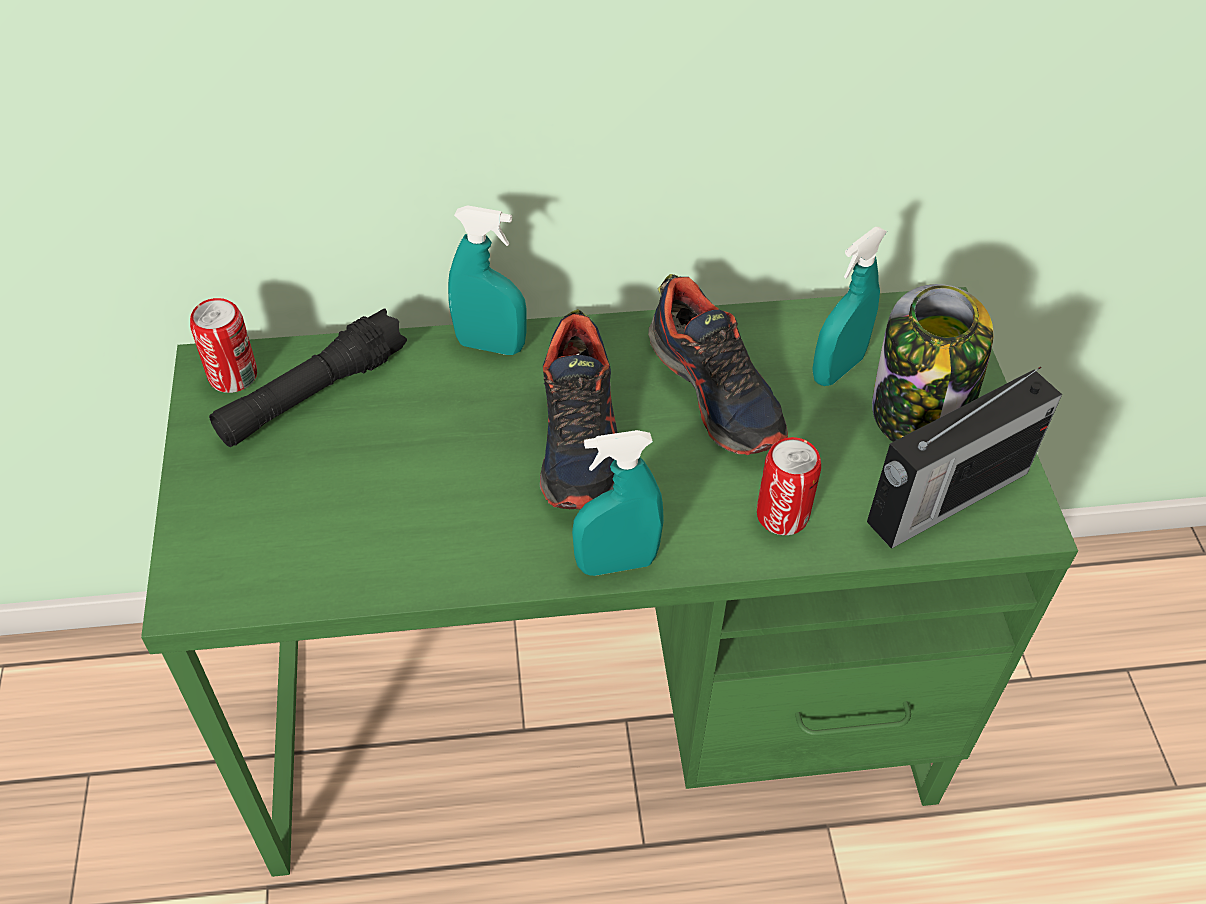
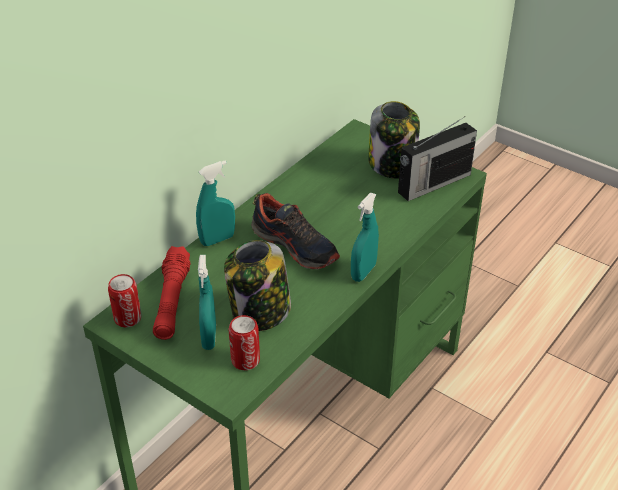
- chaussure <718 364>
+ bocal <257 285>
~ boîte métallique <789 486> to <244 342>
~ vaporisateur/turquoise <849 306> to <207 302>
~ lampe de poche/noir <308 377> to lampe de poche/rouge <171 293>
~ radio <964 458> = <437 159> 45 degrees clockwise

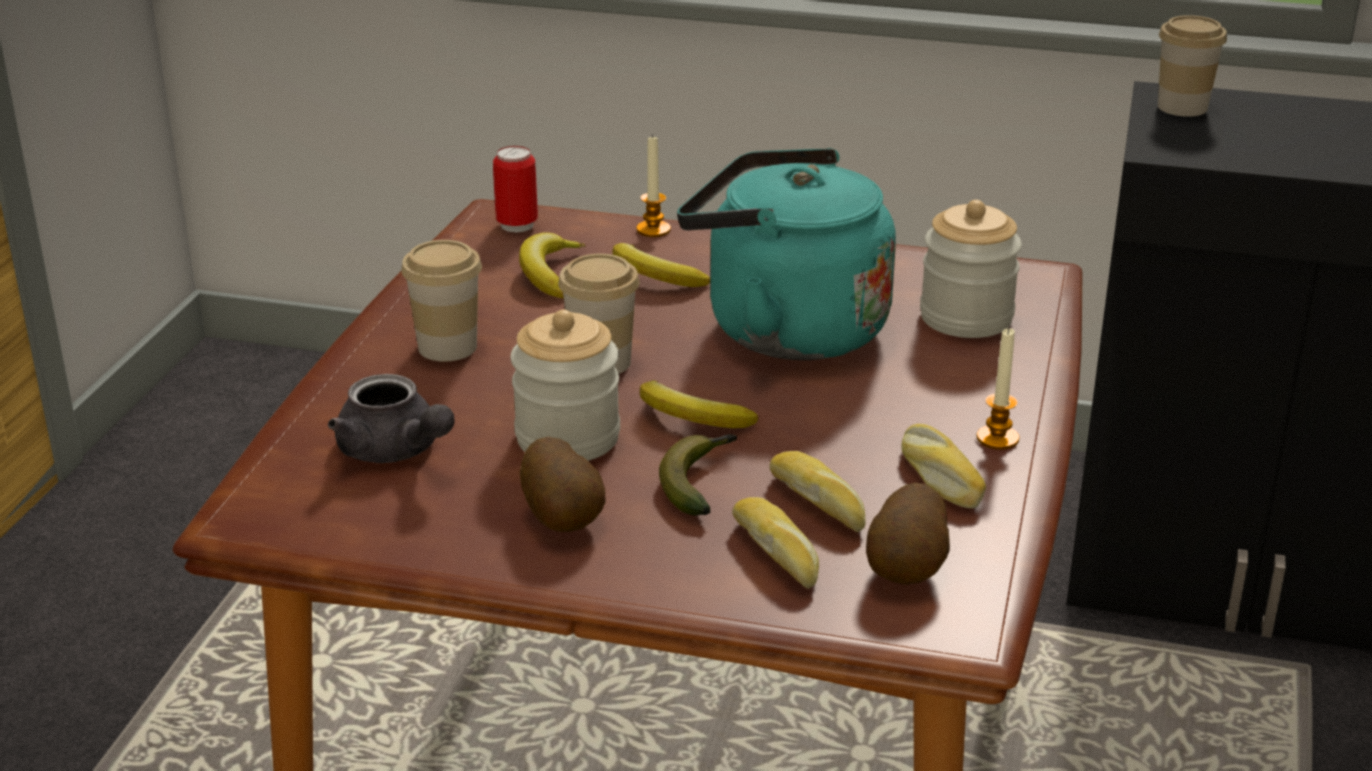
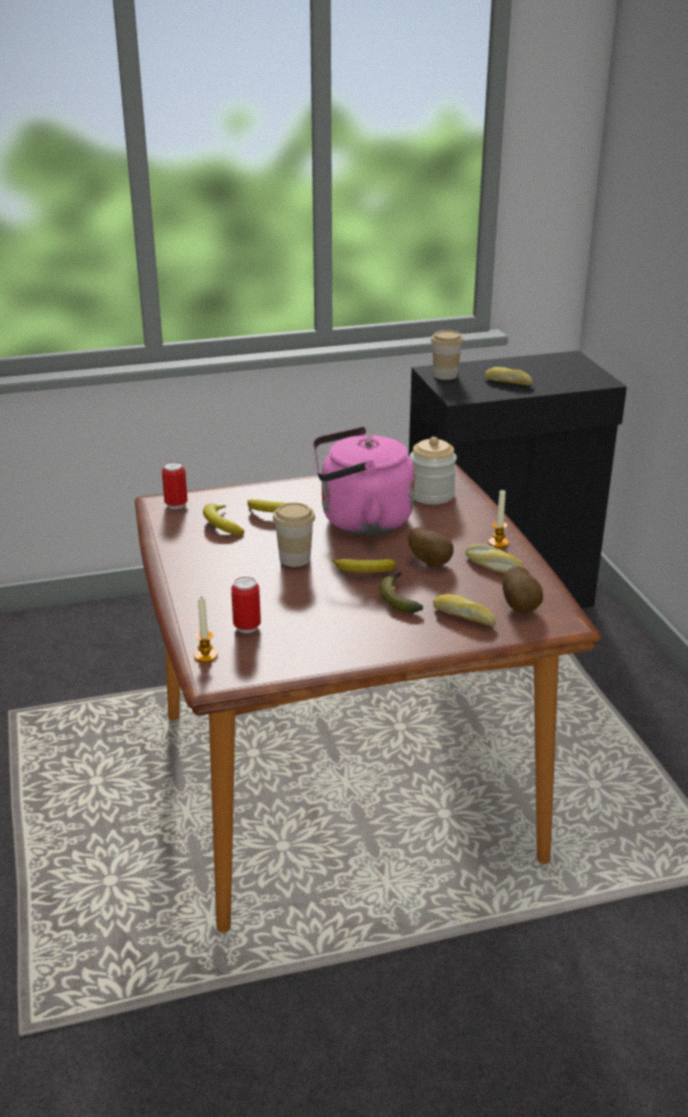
- tasse <441 301>
- bocal <565 385>
~ pomme de terre <562 484> to <431 546>
~ bougie <653 185> to <206 630>
~ pain <817 491> to <508 376>
~ théière/gris <391 418> to boîte métallique <246 605>
~ bouilloire/turquoise <786 254> to bouilloire/rose <364 481>

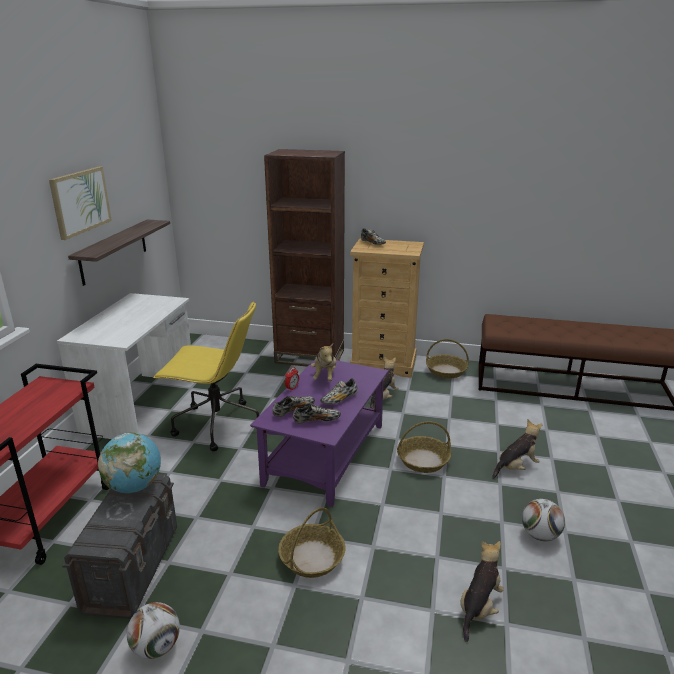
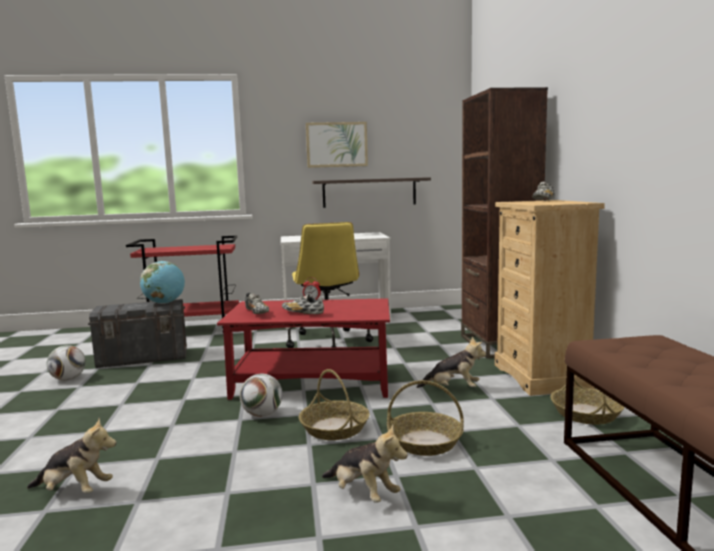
- chaussure <293 406>
- peluche <323 362>
~ panier <312 542> to <425 418>
~ ballon de foot <543 520> to <261 395>
~ table basse/violet <319 433> to table basse/rouge <303 349>

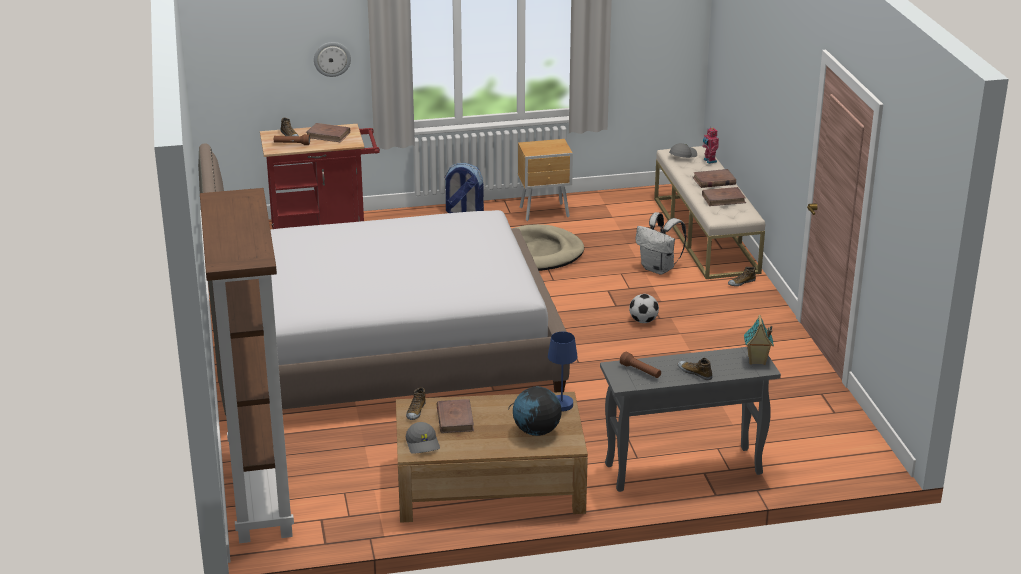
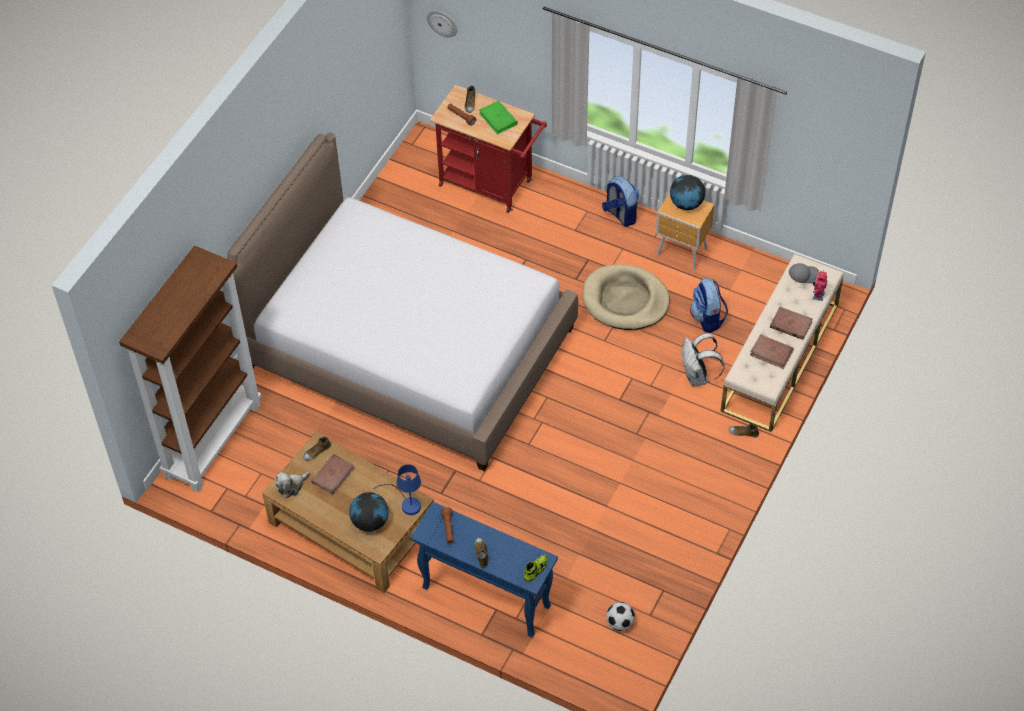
+ globe <687 192>
+ sac à dos <709 305>
~ horloge murale <332 59> to <442 23>
~ ballon de foot <644 308> to <620 616>
~ casquette/gris <423 438> to peluche <293 485>
~ maison miniature <759 340> to chaussure <535 568>
~ livre/marron <328 132> to livre/vert <498 117>
~ table console/gris <690 419> to table console/bleu <484 569>

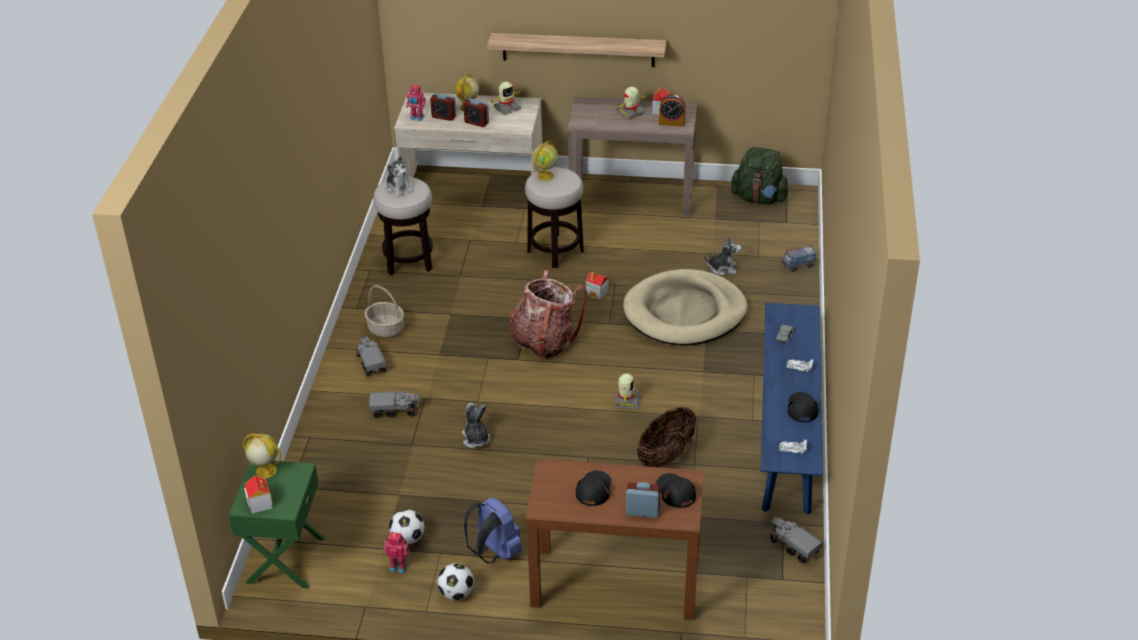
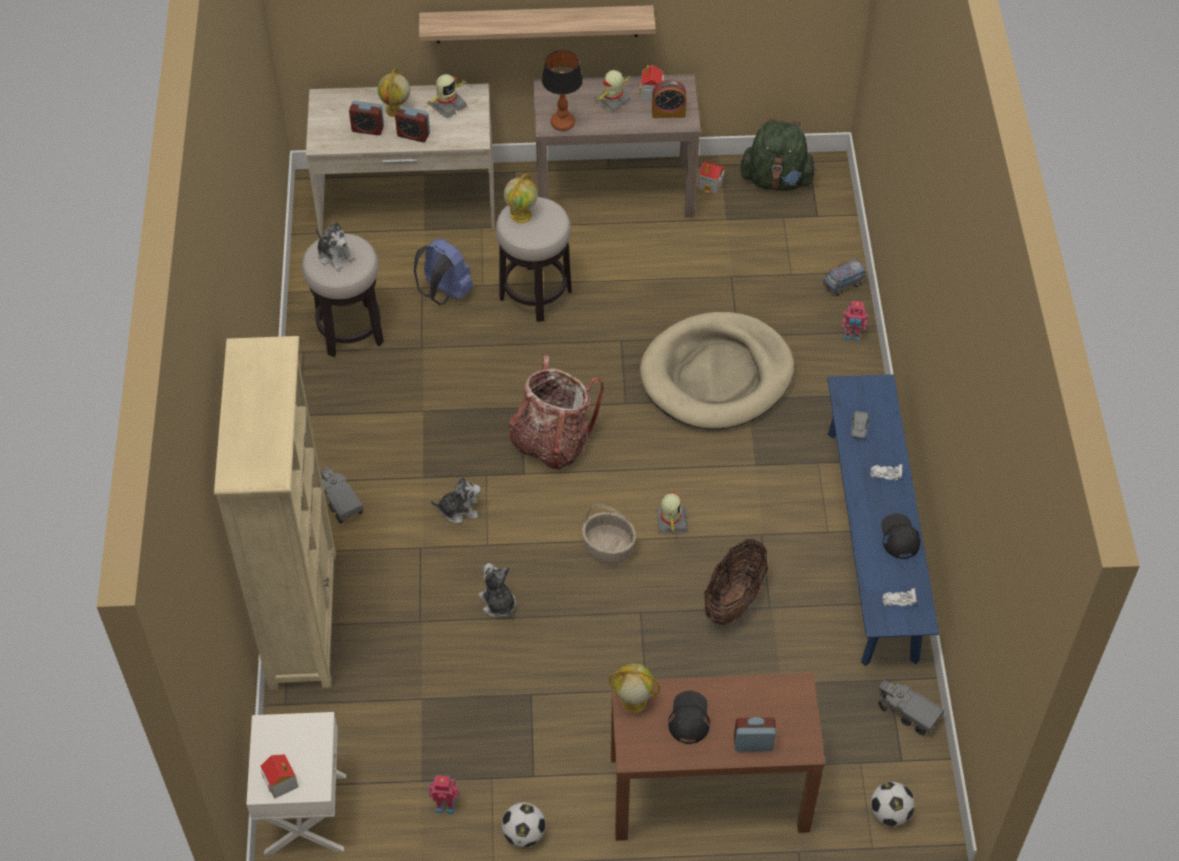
- camion jouet <395 404>
- casquette/noir <676 490>
+ bibliothèque/beige <275 513>
+ lampe de table <562 90>
~ globe <262 456> to <634 688>
~ panier <384 311> to <609 533>
~ ballon de foot <407 527> to <893 804>
~ robot jouet <416 103> to <855 321>
~ sac à dos/bleu <493 530> to <443 272>
~ maison miniature <597 286> to <711 178>
~ peluche <722 256> to <455 500>
~ table de chevet/vert <277 524> to table de chevet/blanc <296 783>

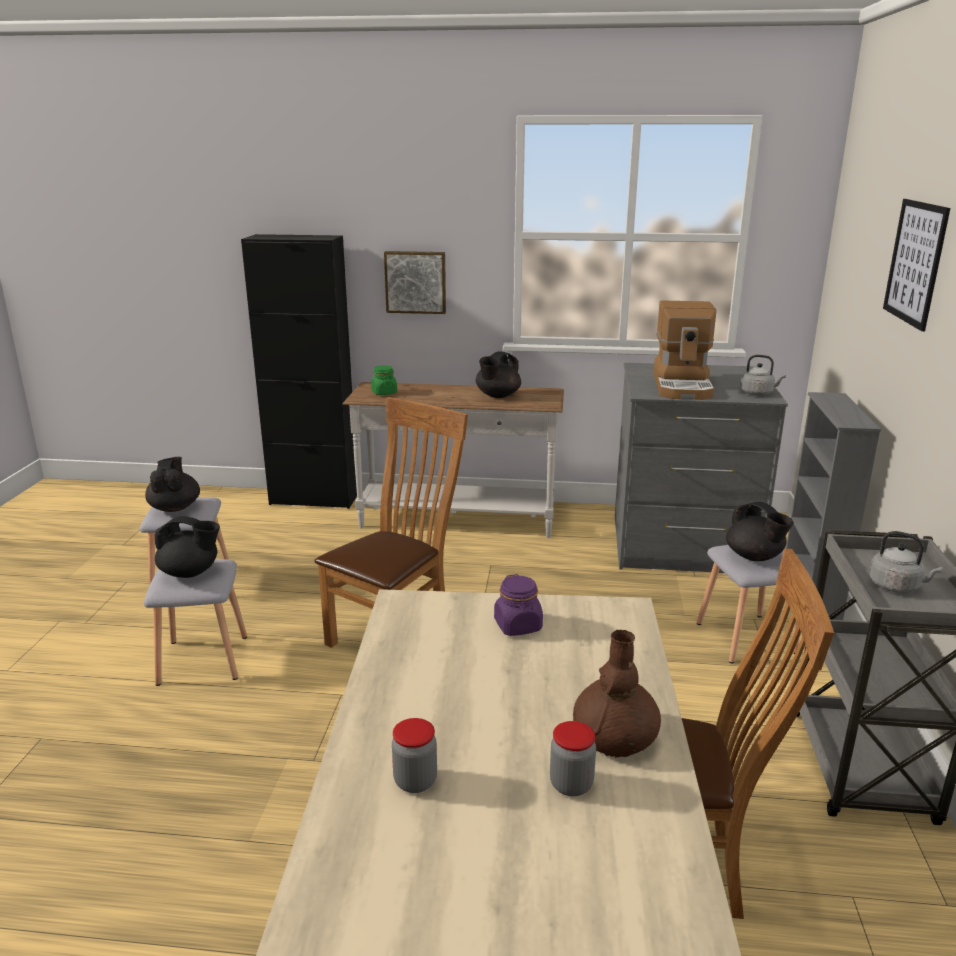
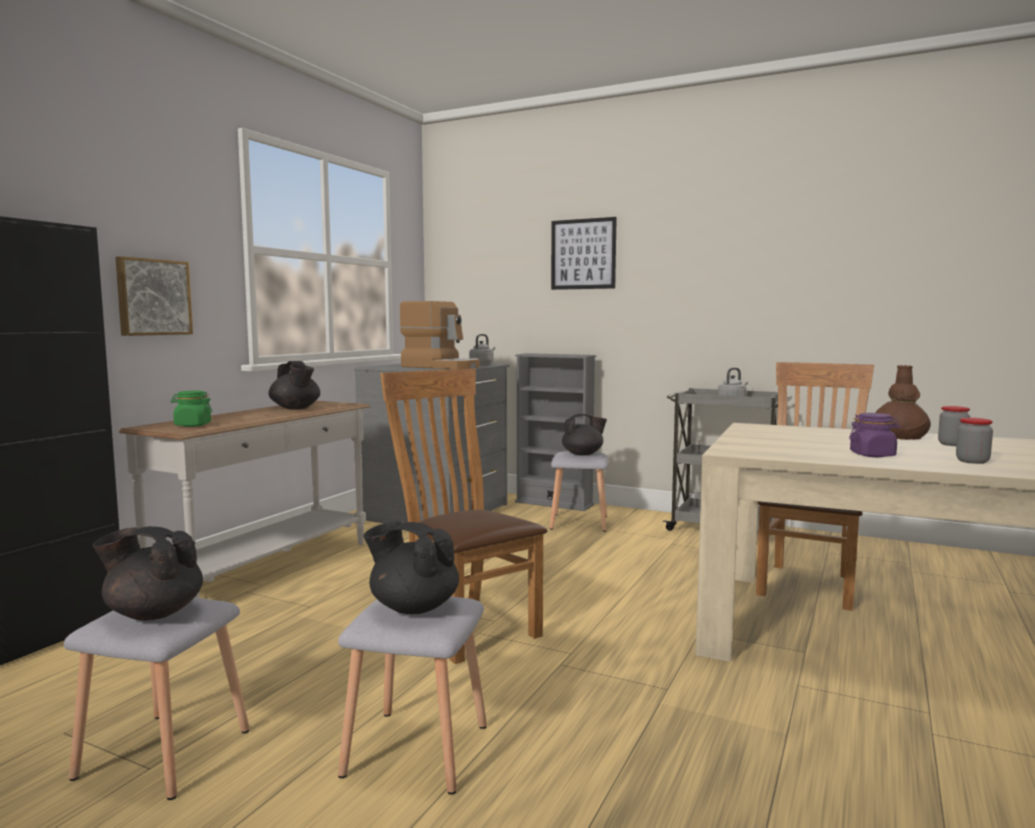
~ bocal/violet <518 605> to <874 435>
~ théière/noir <187 547> = <411 567> 90 degrees counterclockwise

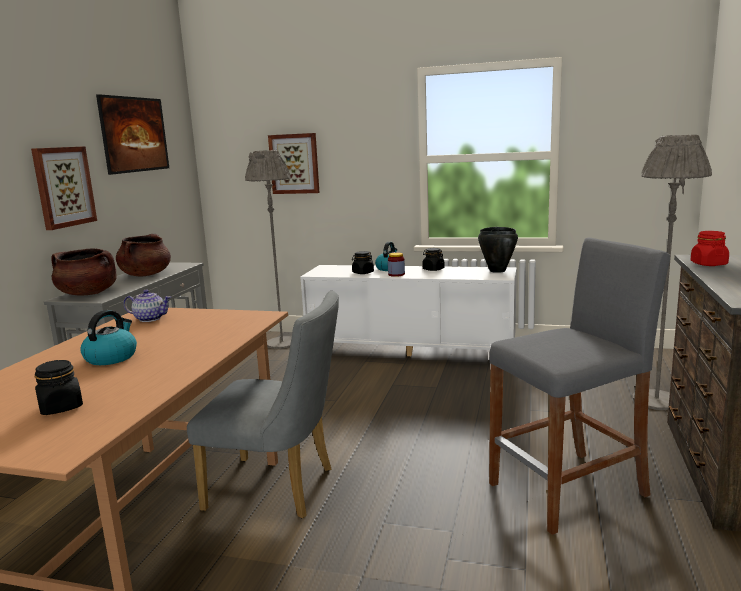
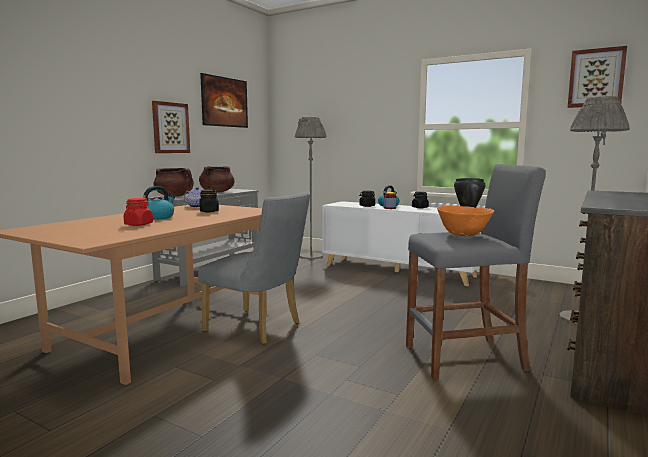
+ bol/orange <465 221>
~ bocal/noir <58 387> to <209 201>
~ tableau <294 163> to <597 77>
~ bocal/rouge <709 248> to <138 212>

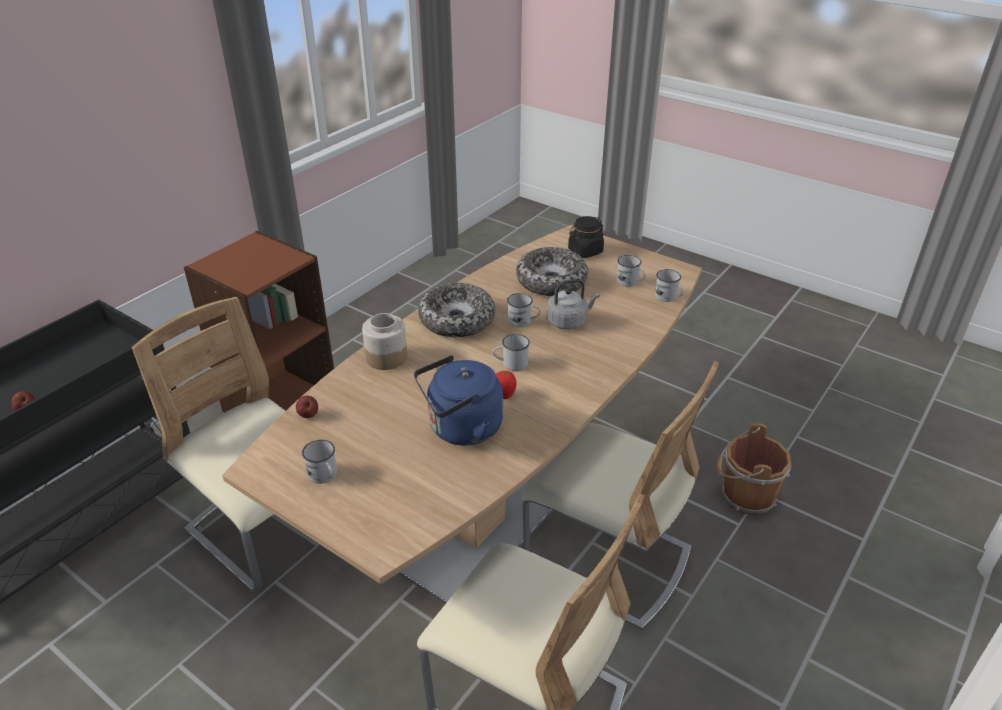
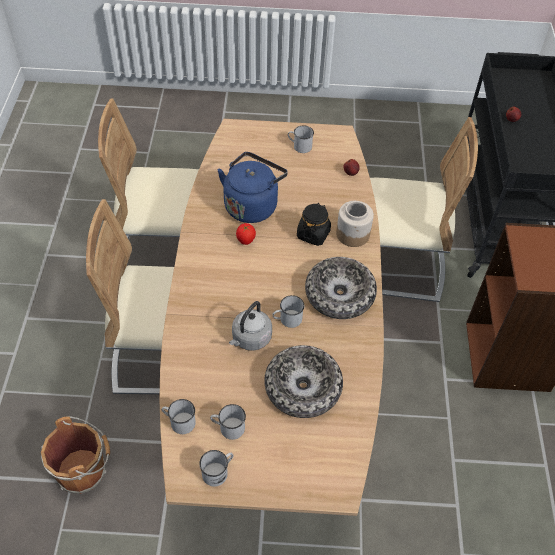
~ mug/blanc <511 352> to <216 468>
~ bocal/noir <586 237> to <314 224>

